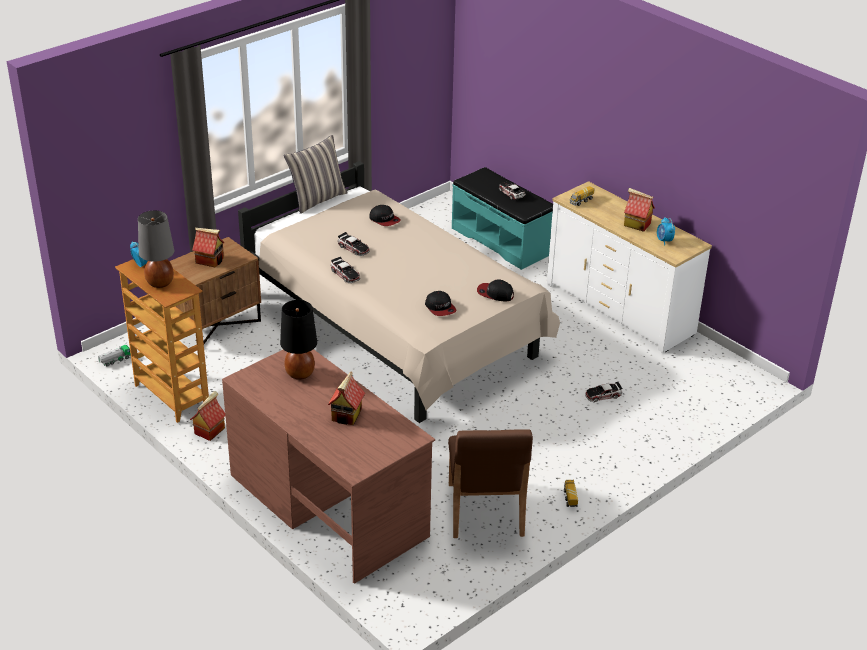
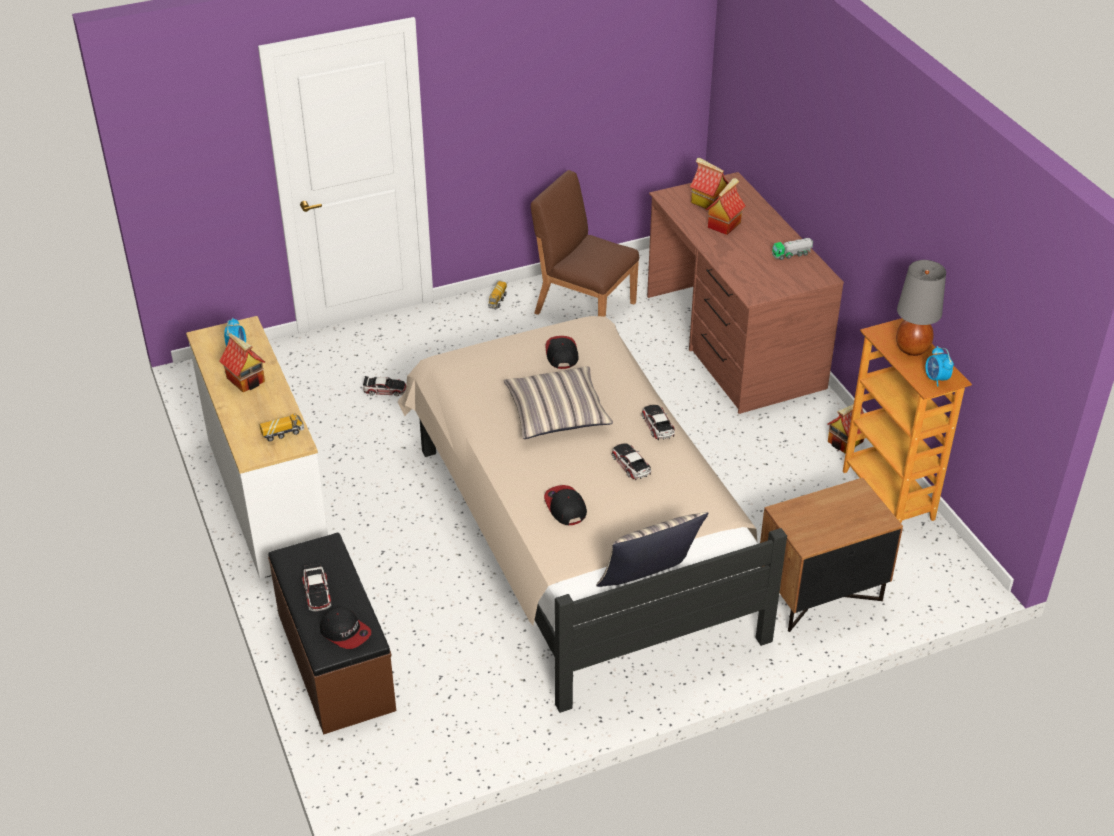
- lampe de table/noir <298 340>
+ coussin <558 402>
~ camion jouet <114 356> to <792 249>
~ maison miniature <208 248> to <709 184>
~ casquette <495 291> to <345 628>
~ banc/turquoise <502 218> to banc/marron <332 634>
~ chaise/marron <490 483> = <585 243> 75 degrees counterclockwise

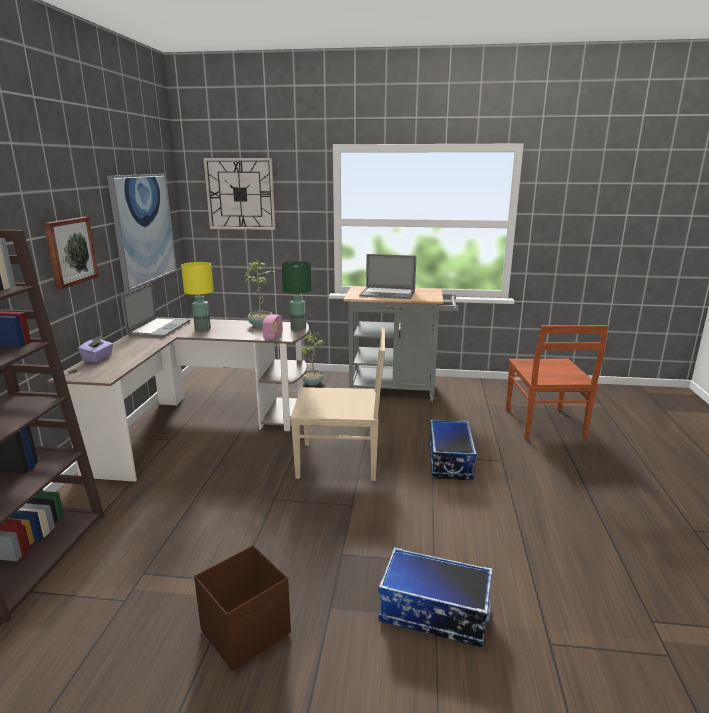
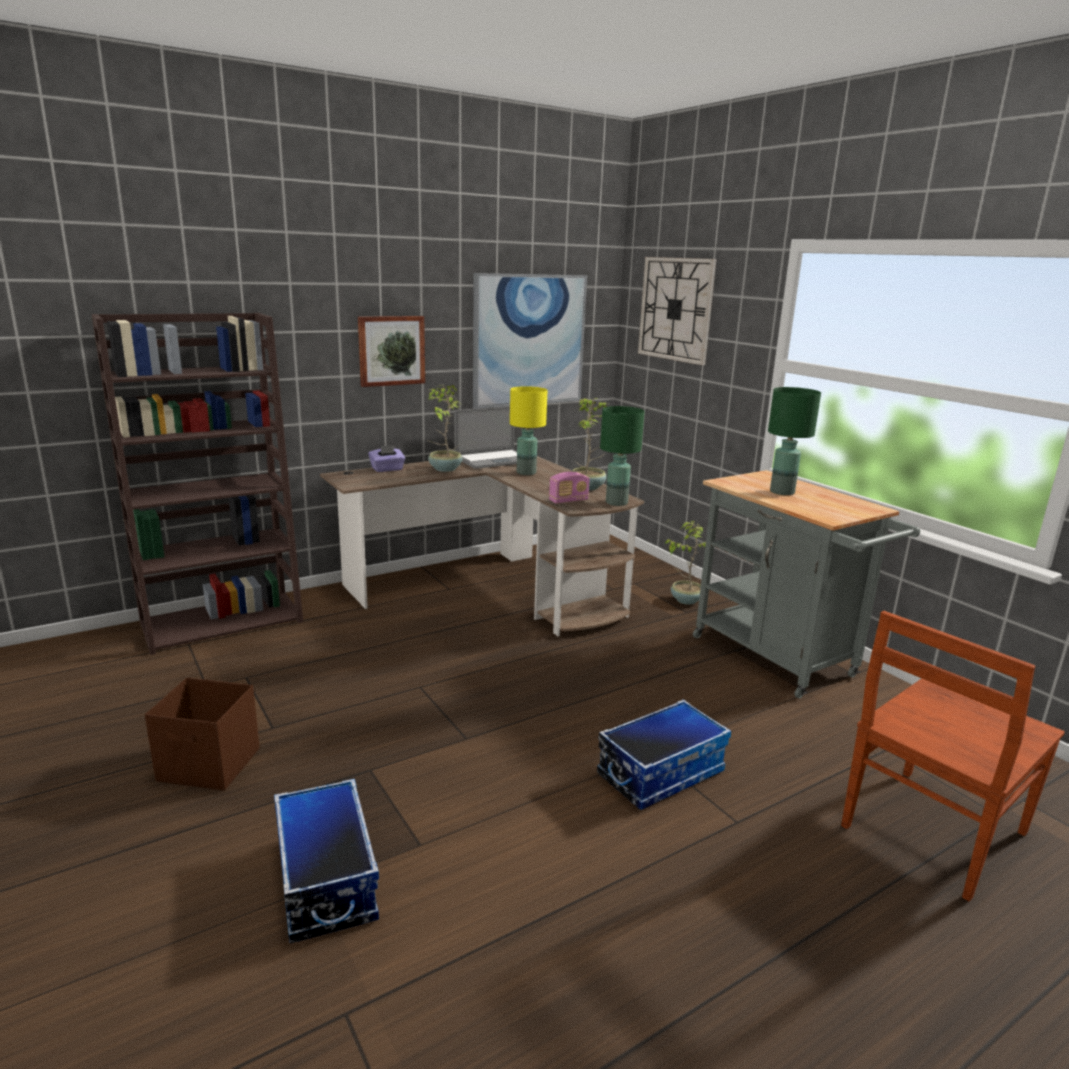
- chaise/beige <337 404>
+ plante en pot <445 428>
~ ordinateur portable <387 276> to lampe de table/vert <794 441>

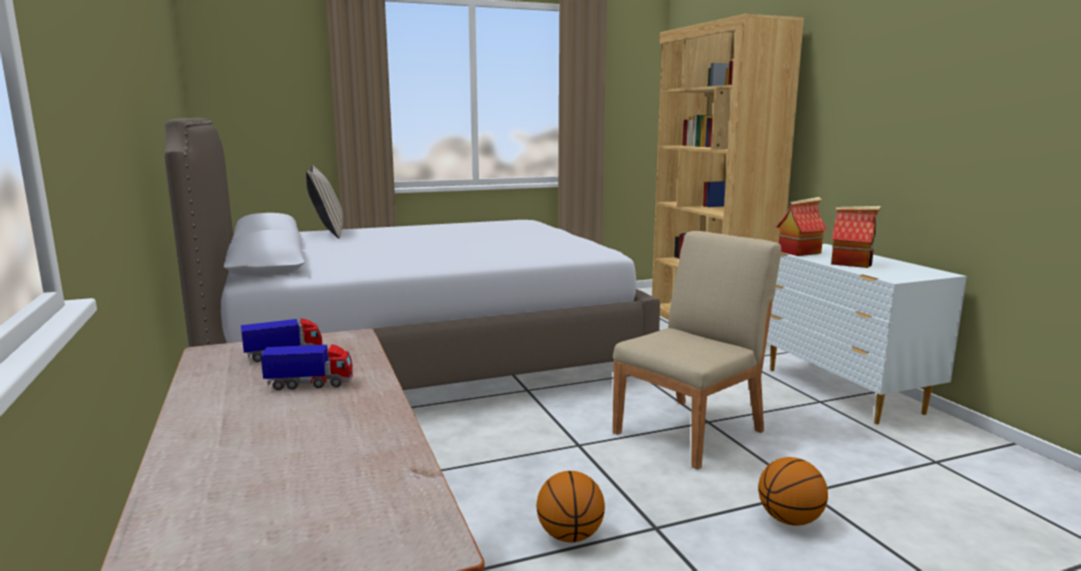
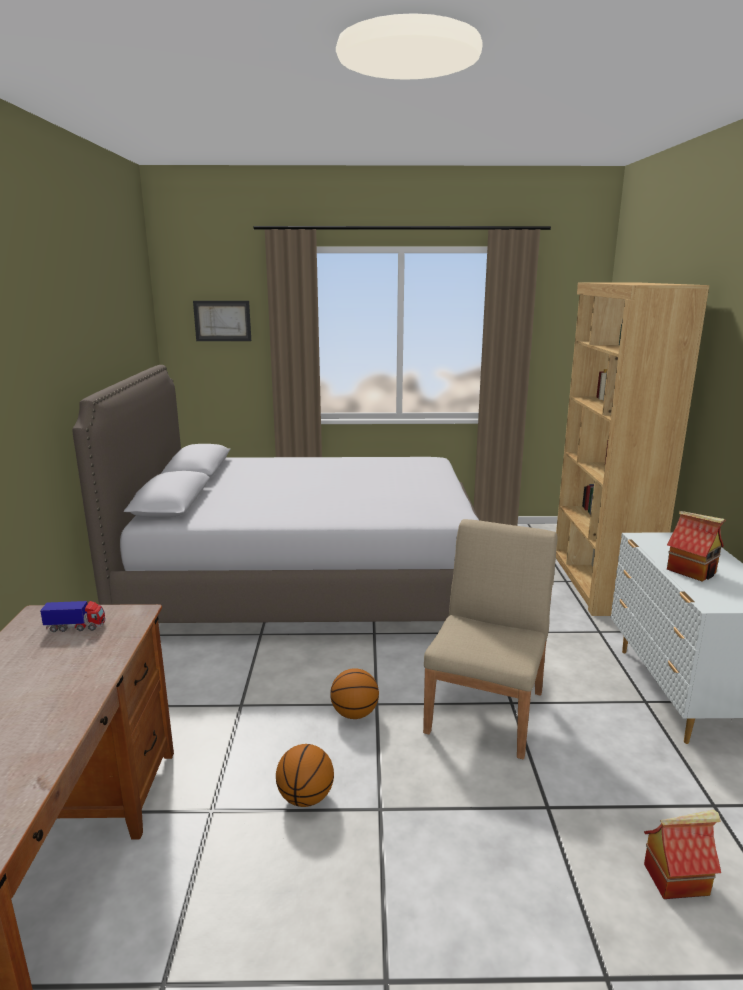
- camion jouet <307 367>
- coussin/beige <324 202>
+ tableau <222 321>
~ ballon de basket <793 491> to <354 693>
~ maison miniature <801 226> to <682 854>
~ chaise/beige <697 350> = <490 639> 45 degrees counterclockwise

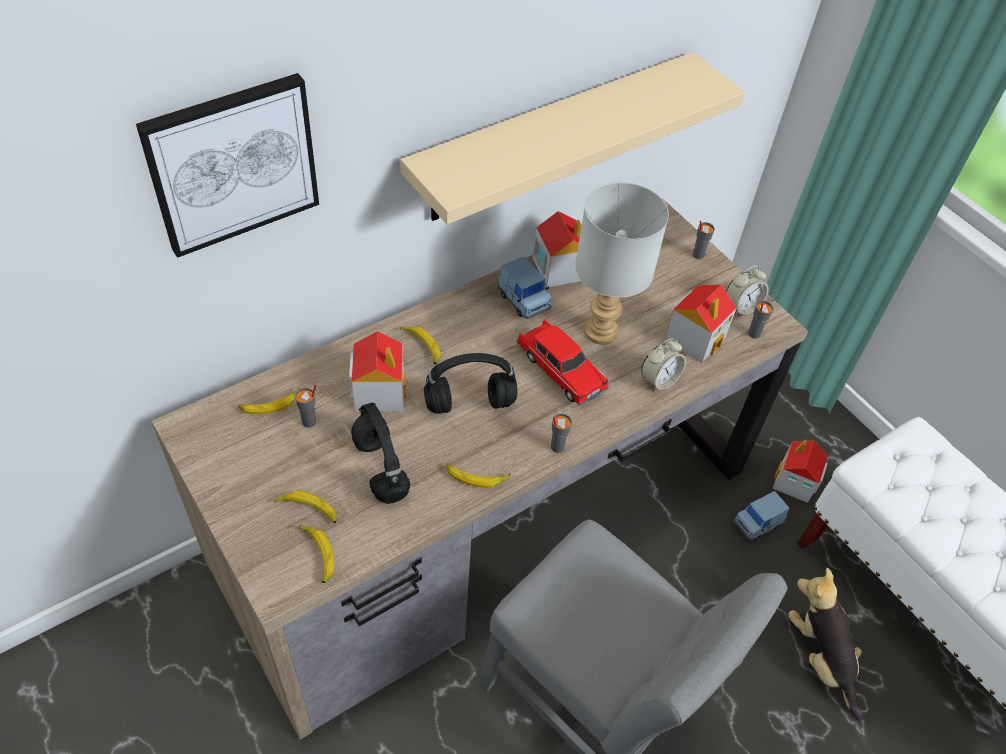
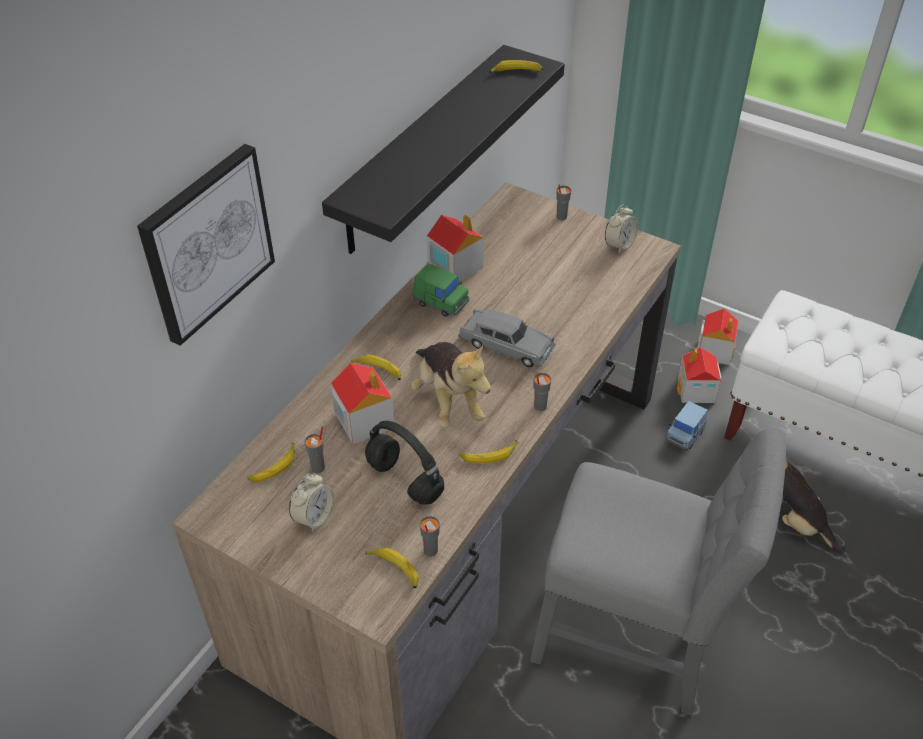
- lampe de table/gris <622 263>
~ banane <305 507> to <516 66>
~ réveil <663 365> to <311 502>
~ maison miniature <700 323> to <718 336>
~ tasse/gris <760 320> to <430 536>
~ casque audio/noir <470 383> to peluche <451 385>
~ étagère/beige <572 138> to étagère/noir <443 149>
~ petite voiture/bleu <525 287> to petite voiture/vert <441 290>
~ petite voiture/rouge <562 363> to petite voiture/gris <507 338>

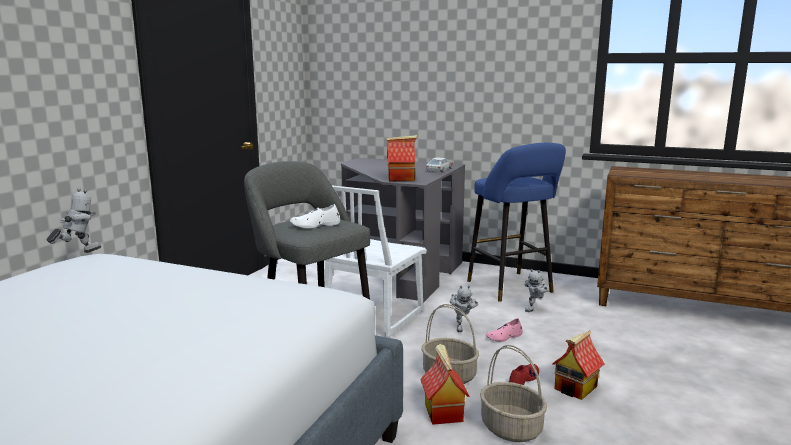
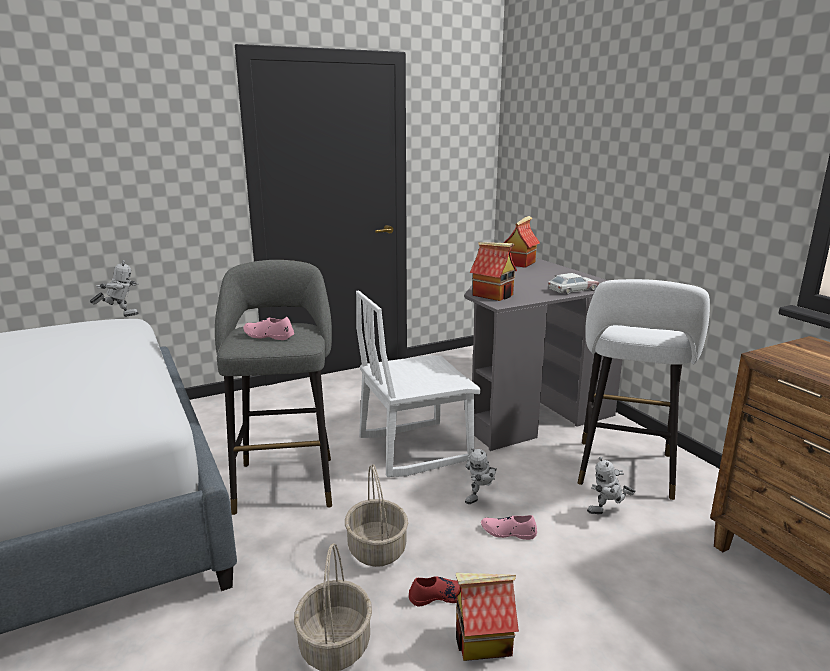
~ maison miniature <445 384> to <522 242>
~ chaussure/blanc <315 216> to chaussure/rose <268 328>
~ tabouret/bleu <516 222> to tabouret/blanc <644 389>

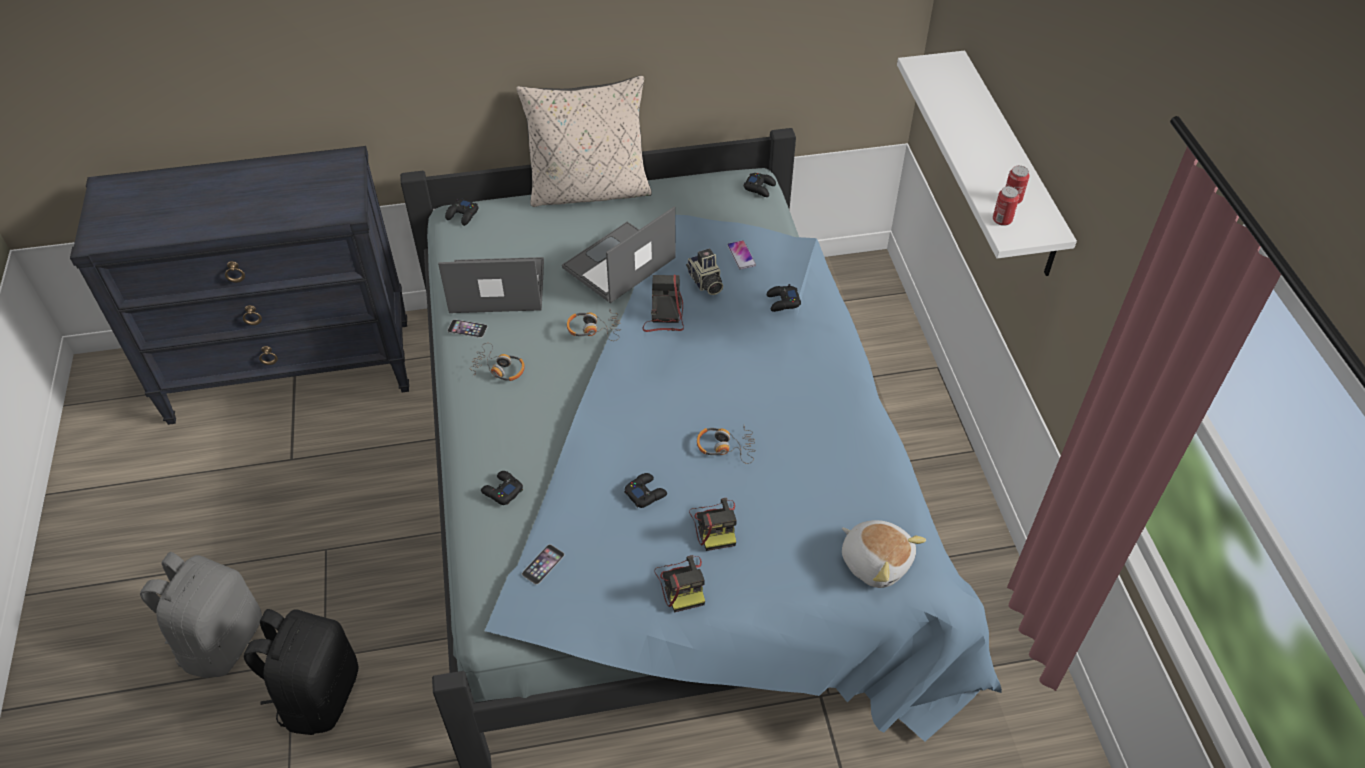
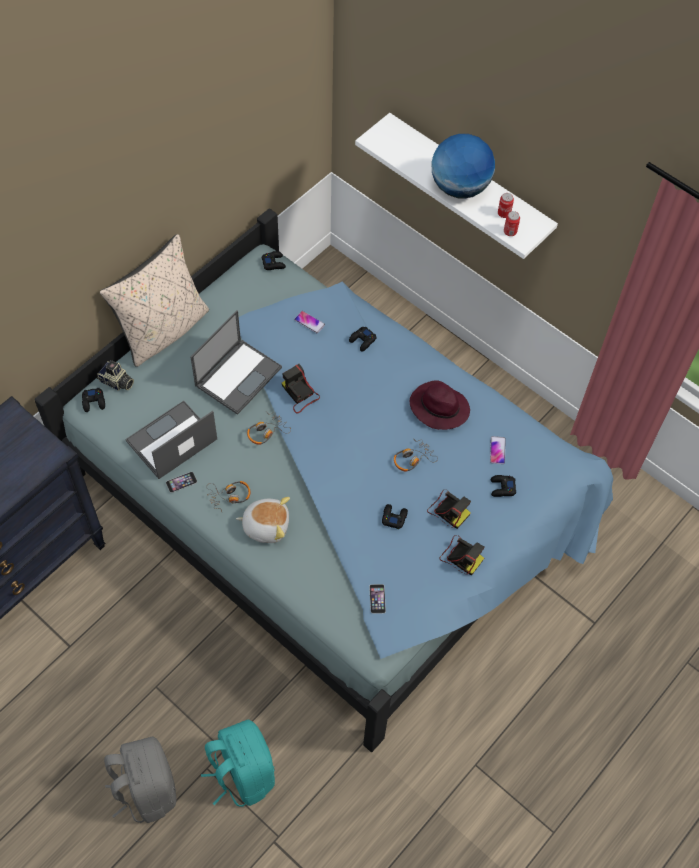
+ chapeau/violet <440 405>
+ globe <463 166>
+ téléphone <498 450>
~ manette/noir <502 488> to <503 486>
~ appareil photo <704 271> to <115 375>
~ peluche <884 554> to <263 520>
~ sac à dos/noir <301 672> to sac à dos/turquoise <238 763>
~ ordinateur portable <619 255> = <236 362> 150 degrees counterclockwise

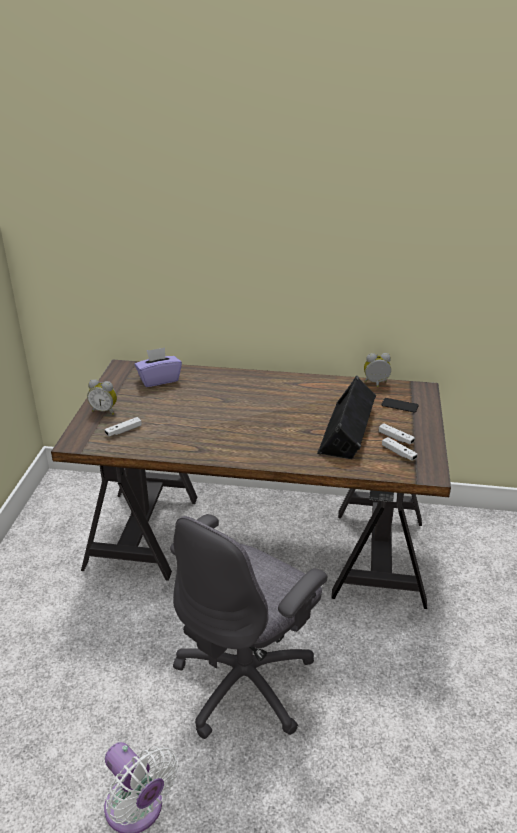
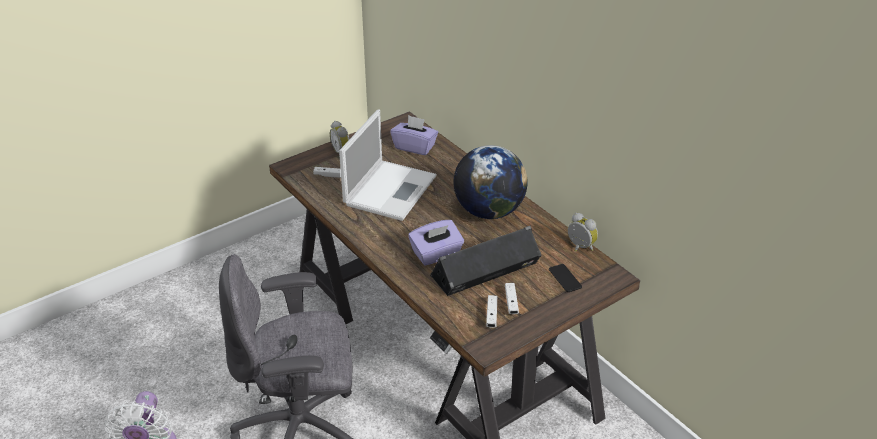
+ ordinateur portable <388 165>
+ boîte à mouchoirs/violet <436 242>
+ globe <490 182>

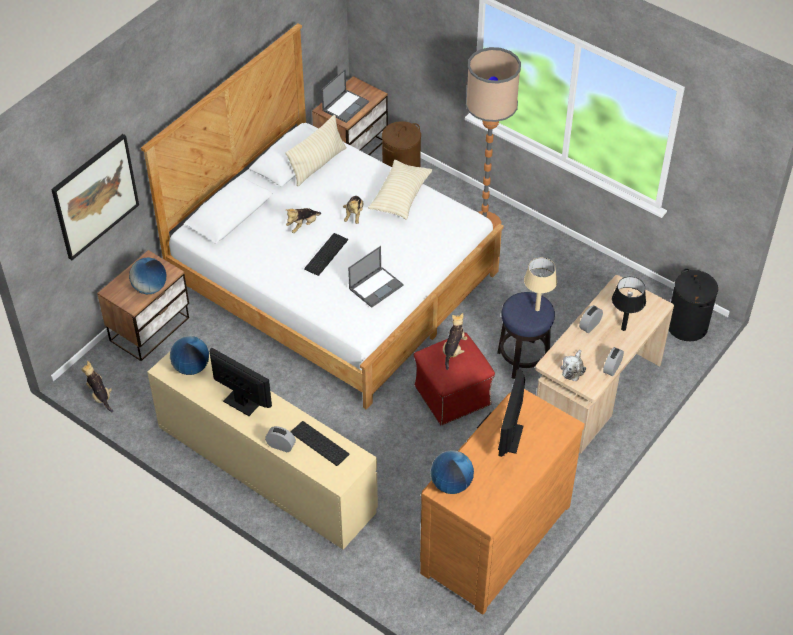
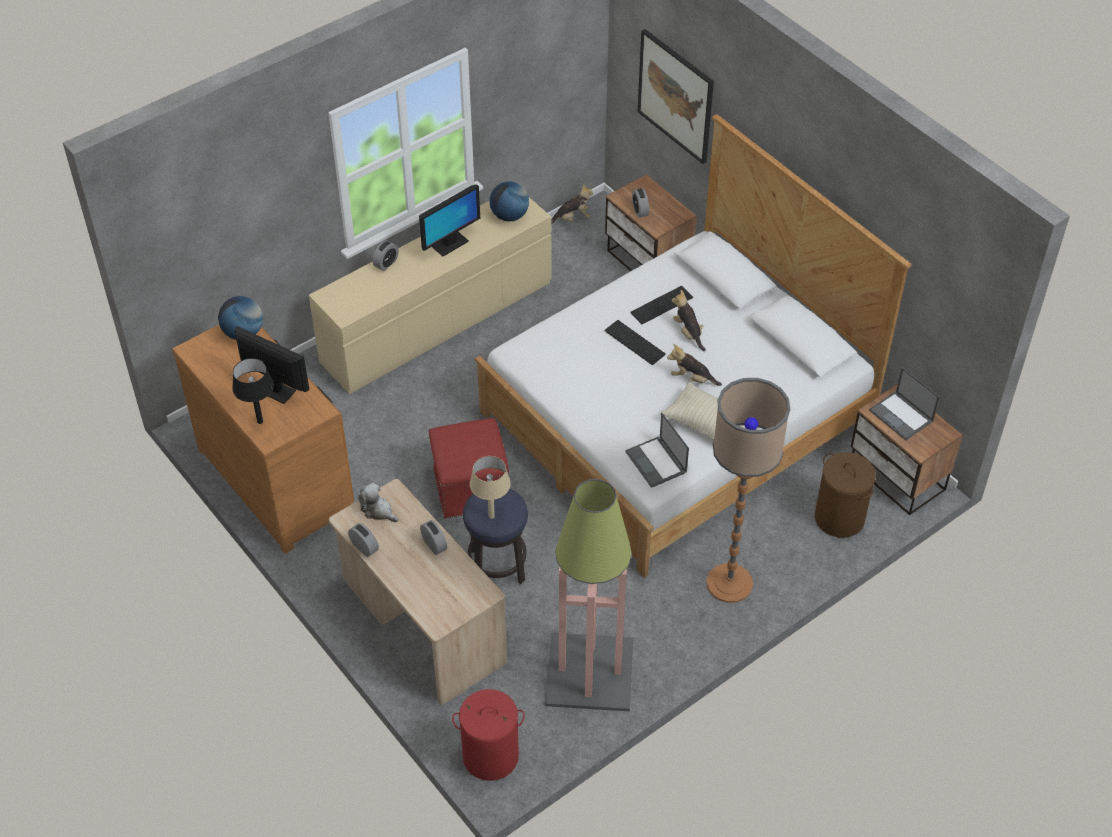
- coussin/beige <316 151>
- peluche <455 341>
+ lampadaire <589 595>
~ clavier <320 443> to <662 305>
~ ordinateur portable <376 277> to <657 450>
~ lampe de table/noir <629 304> to <253 391>
~ globe <147 276> to réveil <640 203>
~ panier à linge/noir <693 305> to panier à linge/rouge <488 735>

